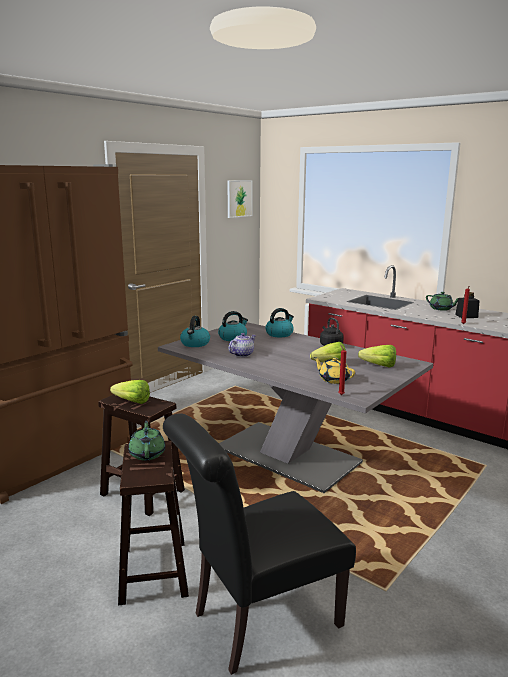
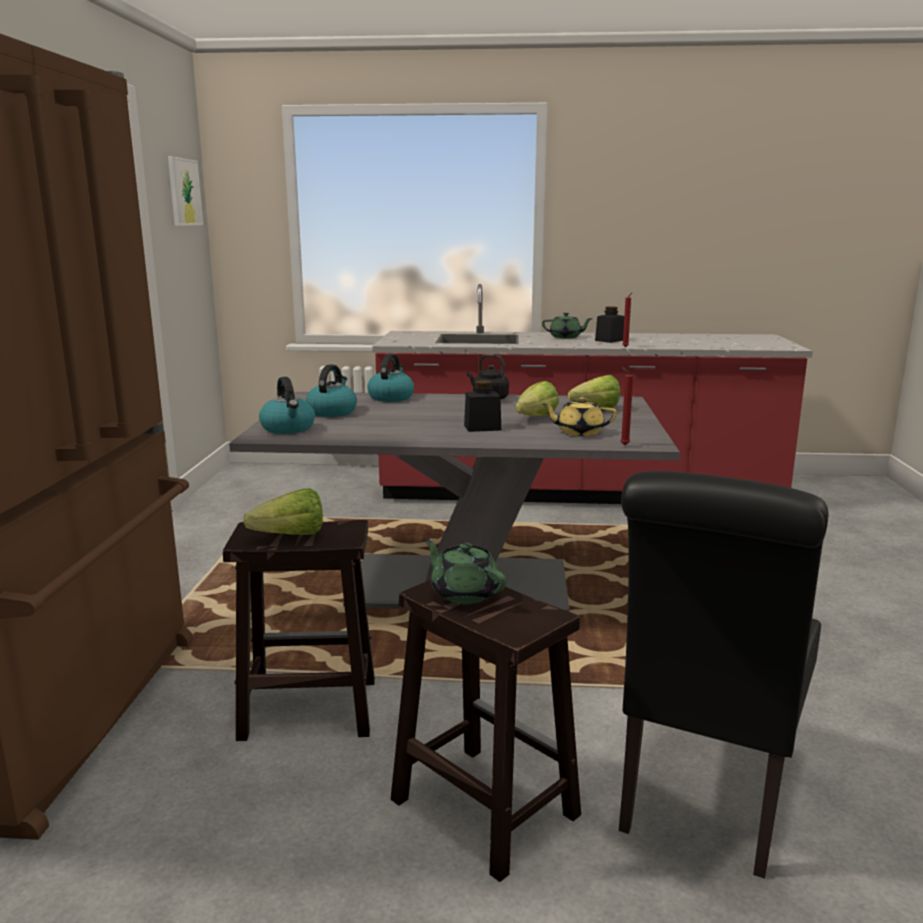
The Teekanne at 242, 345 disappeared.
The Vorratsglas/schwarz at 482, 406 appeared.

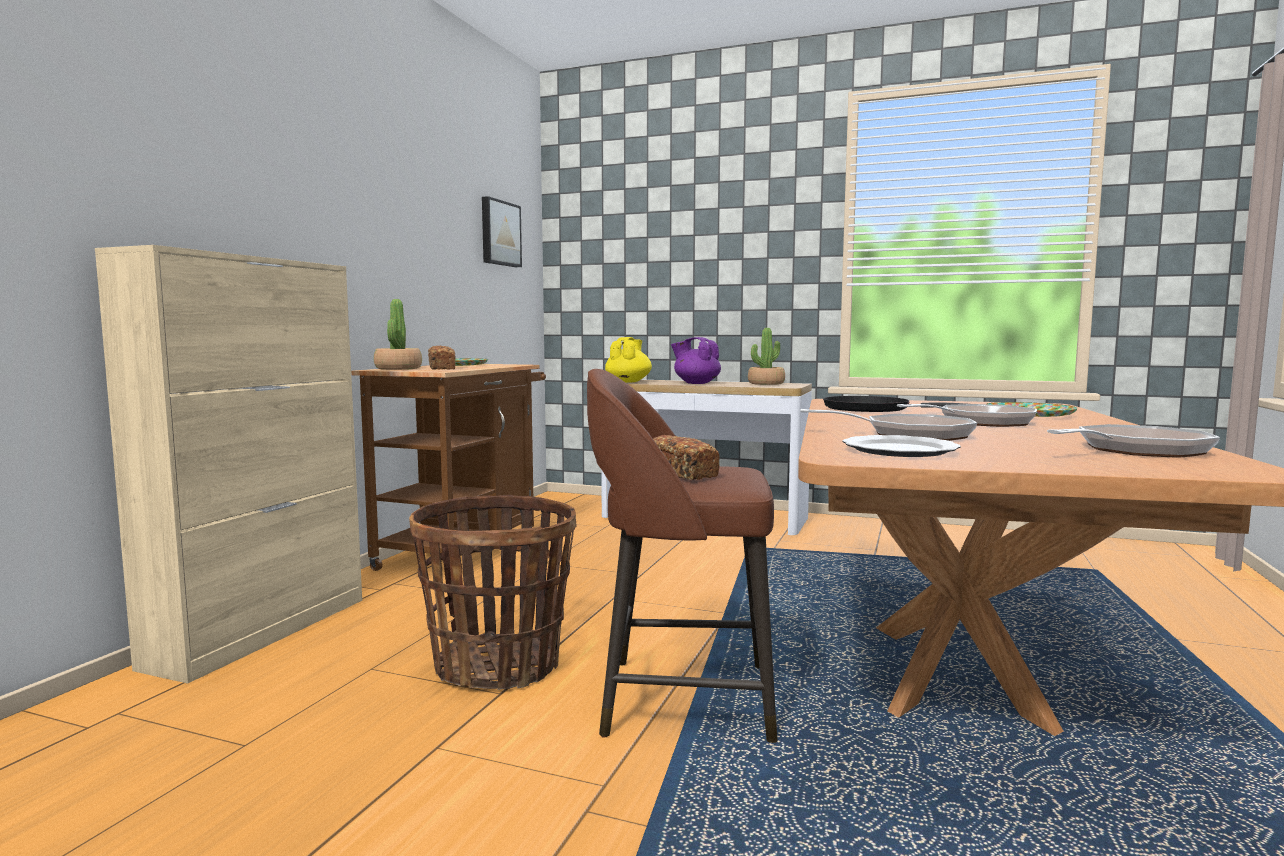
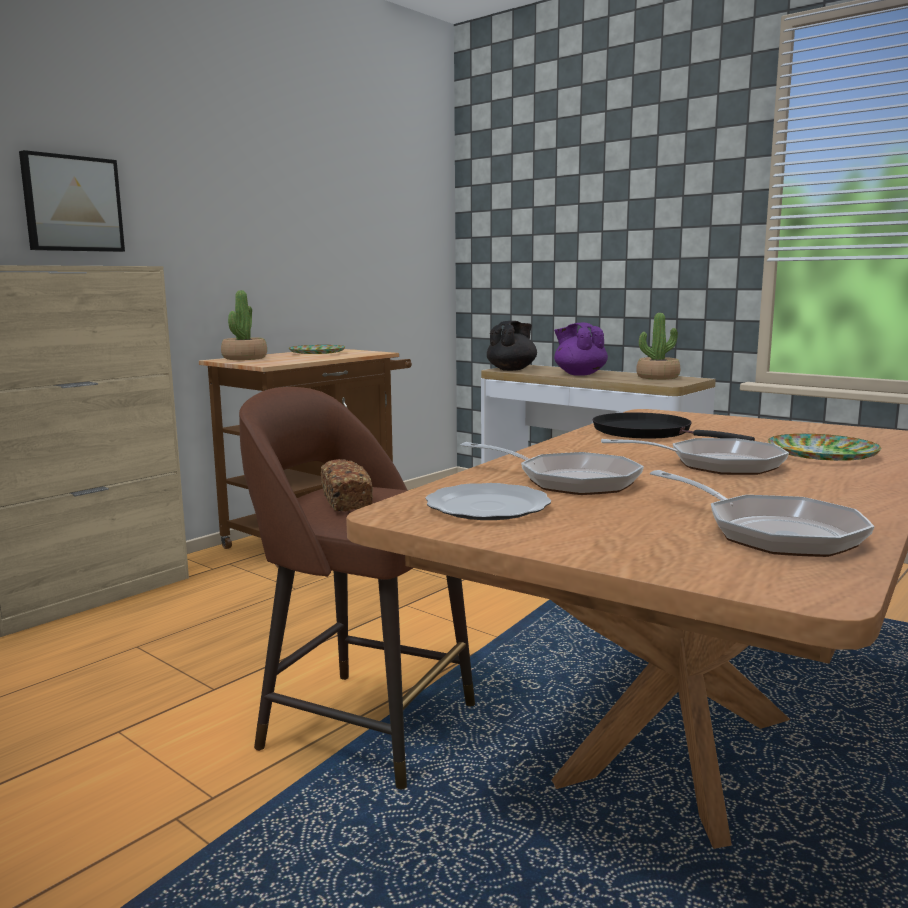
The Korb at 492, 592 disappeared.
The Brot at 442, 358 disappeared.
The Bild moved from 502, 231 to 72, 201.
The Teekanne/gelb at 628, 360 became the Teekanne/schwarz at 512, 346.
The Pfanne at 1133, 441 turned 60 degrees clockwise.

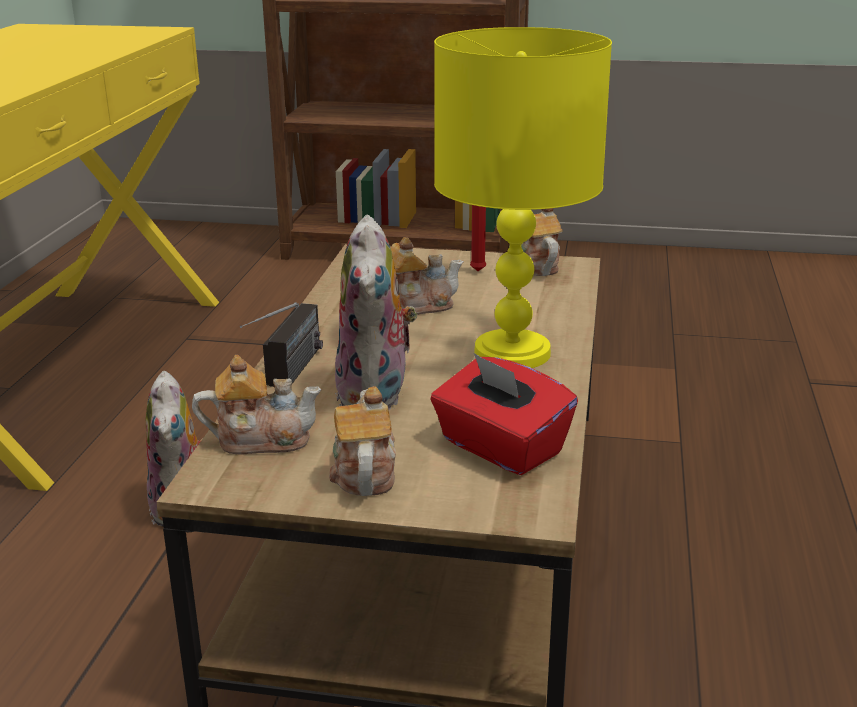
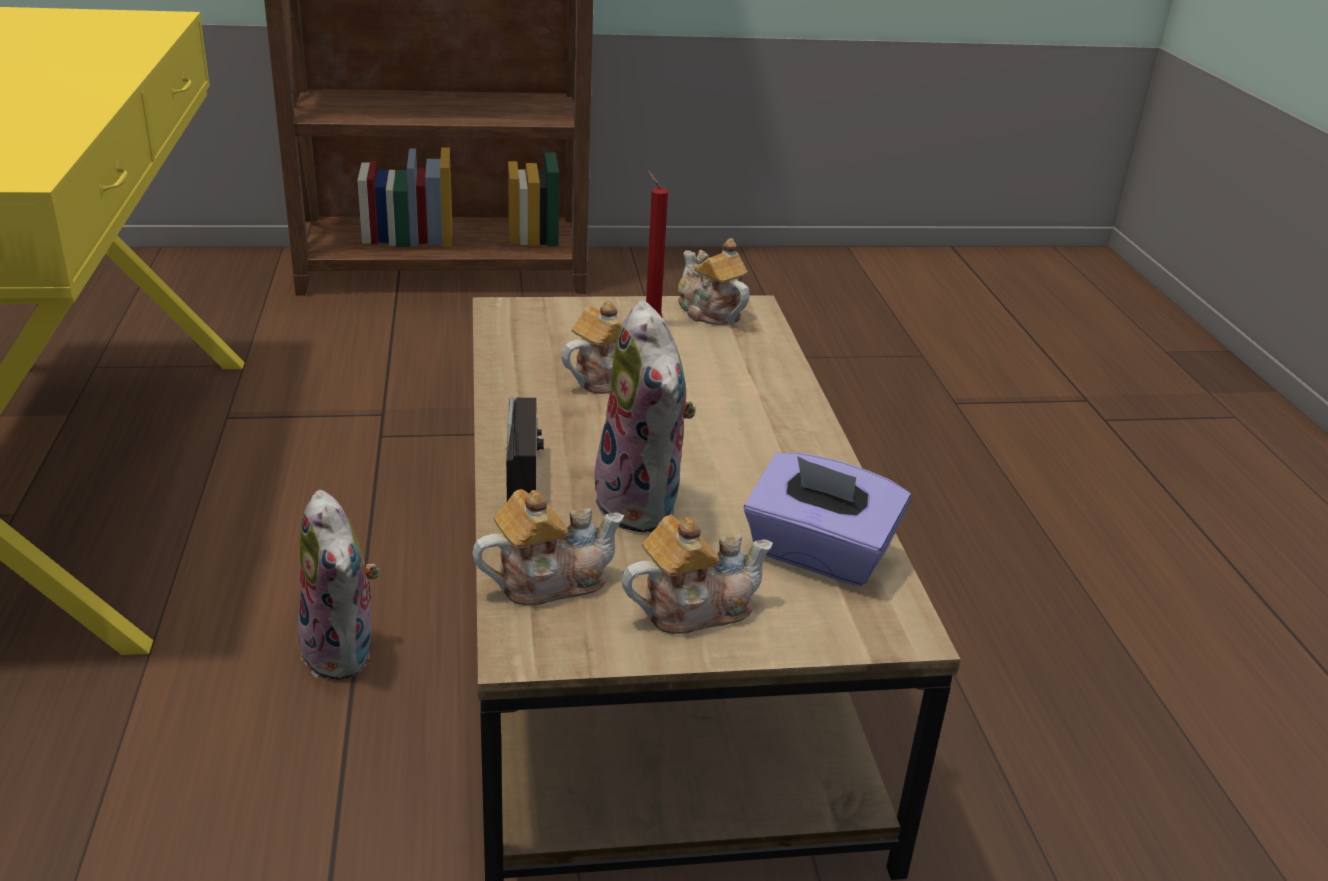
The Tischlampe/gelb at 523, 197 disappeared.
The Taschentuchbox/rot at 504, 414 became the Taschentuchbox/lila at 827, 519.
The Teekanne at 362, 441 turned 90 degrees clockwise.

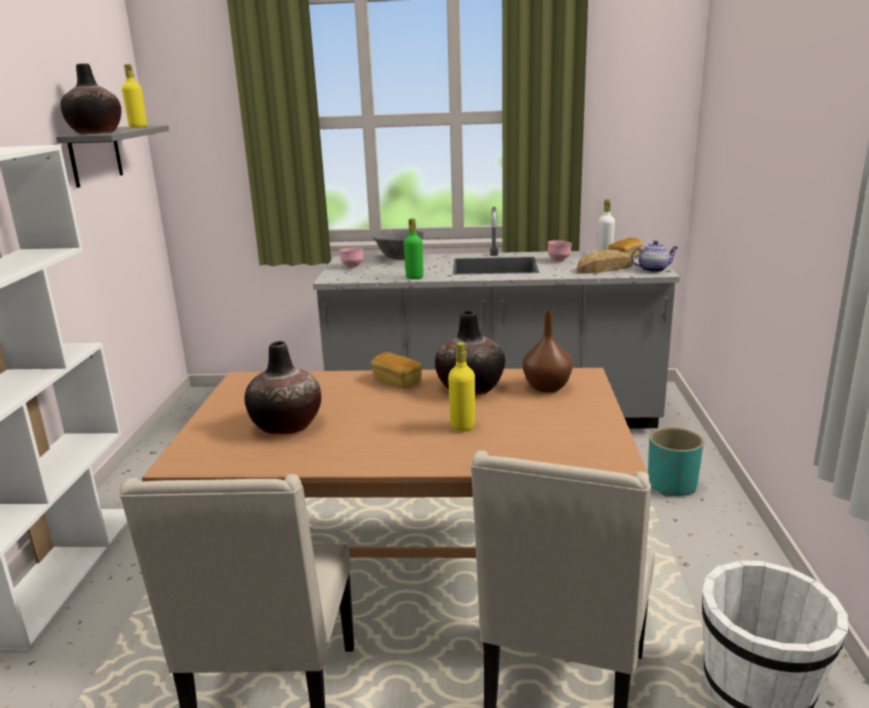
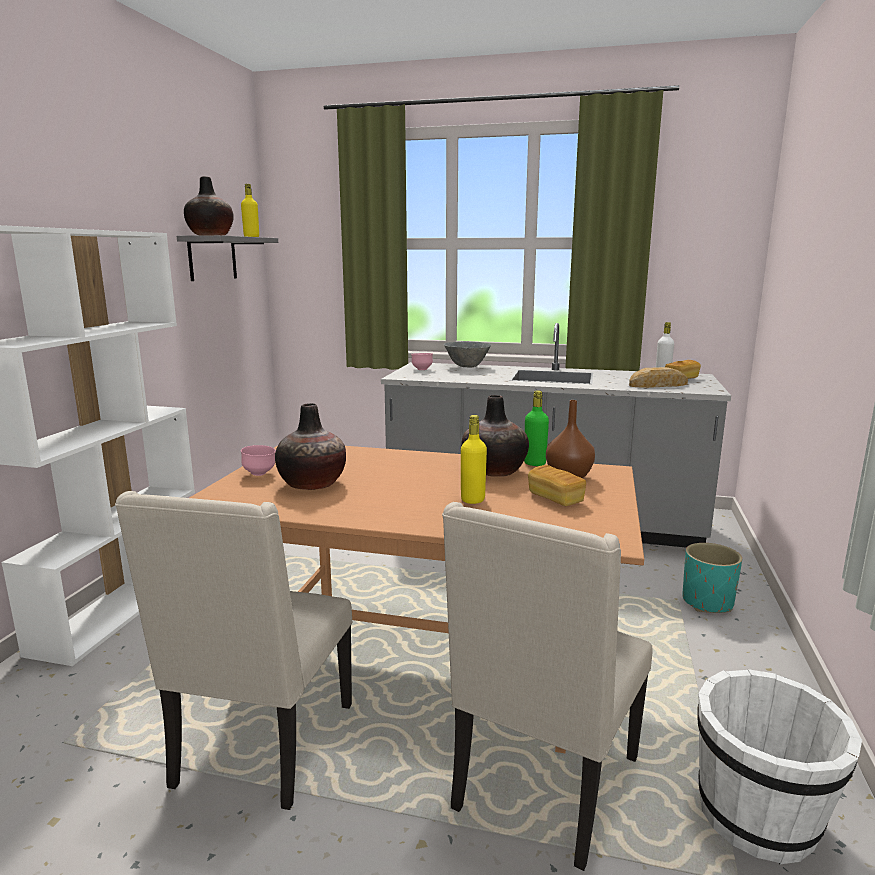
The Teekanne at 654, 256 disappeared.
The Brot moved from 396, 370 to 557, 485.
The Flasche/grün moved from 413, 249 to 536, 428.
The Schüssel/rosa moved from 559, 250 to 258, 460.

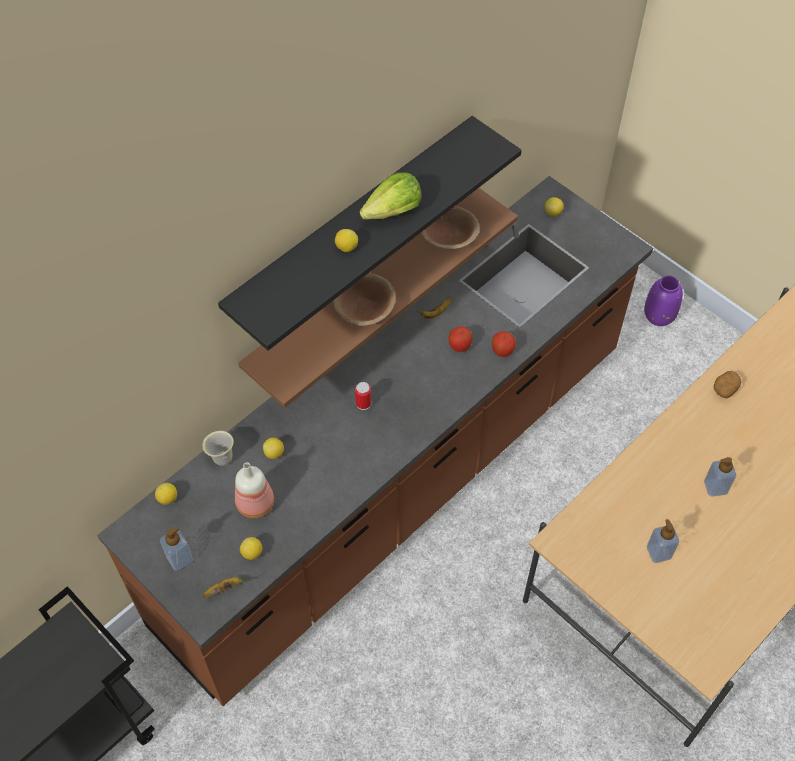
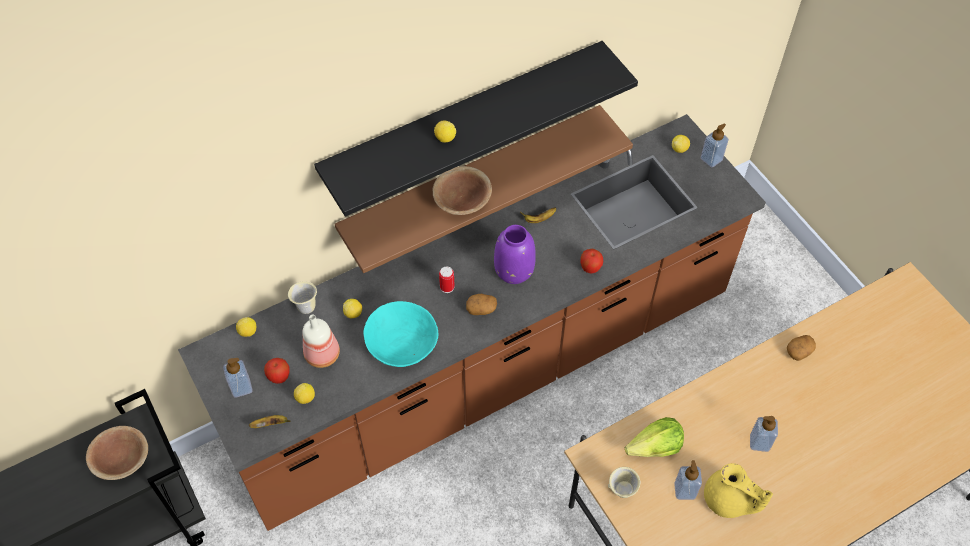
The Schüssel/türkis at 400, 334 appeared.
The Kartoffel at 481, 304 appeared.
The Henkelbecher/beige at 624, 482 appeared.
The Seifenspender at 715, 145 appeared.
The Teekanne/gelb at 738, 490 appeared.
The Salatkopf moved from 390, 196 to 654, 437.
The Schüssel/braun moved from 450, 227 to 117, 453.
The Apfel moved from 460, 339 to 276, 371.
The Vase/lila moved from 663, 300 to 515, 254.

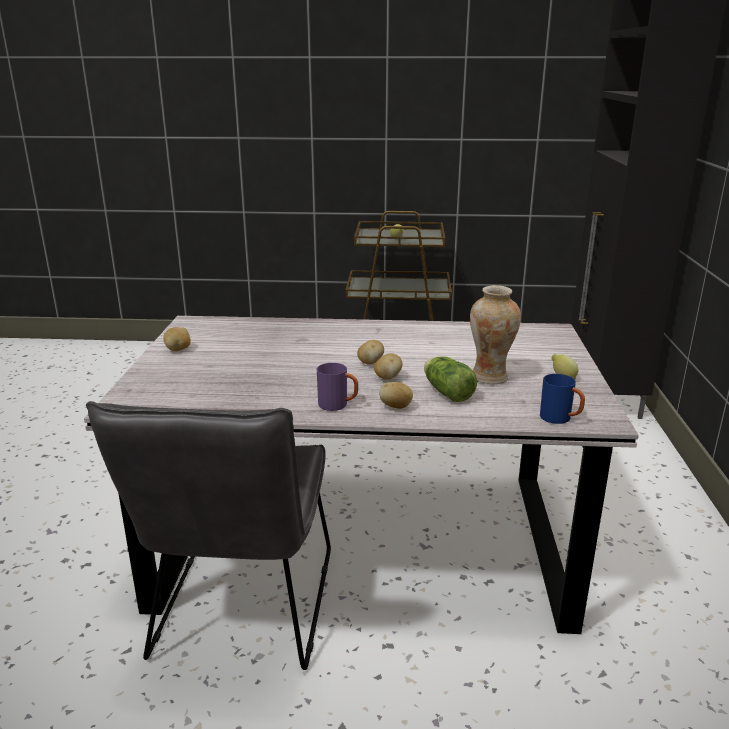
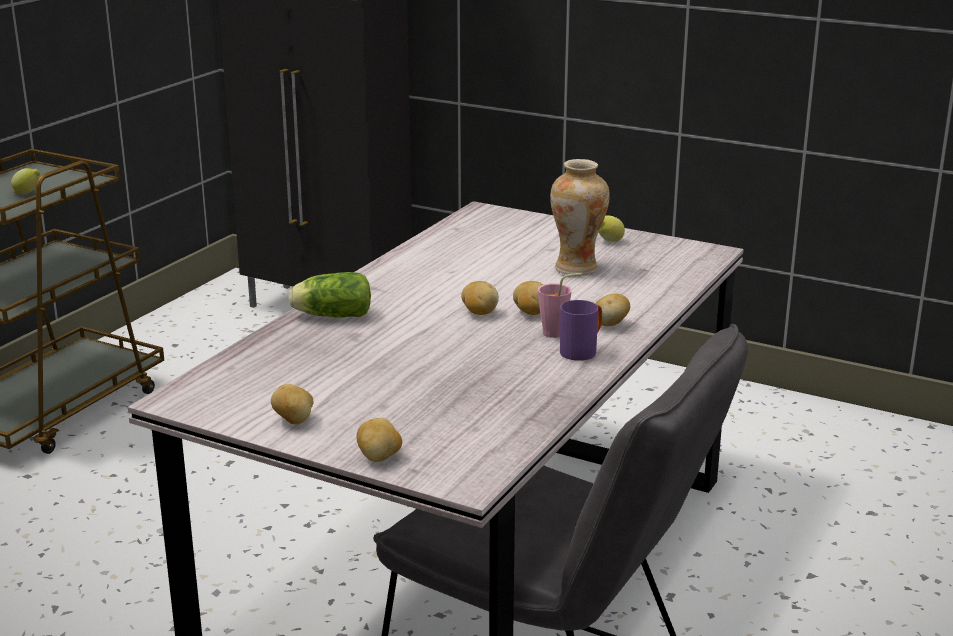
The Henkelbecher/blau at 562, 399 disappeared.
The Kartoffel at 379, 440 appeared.
The Tasse/rosa at 560, 305 appeared.
The Salatkopf moved from 450, 379 to 329, 294.

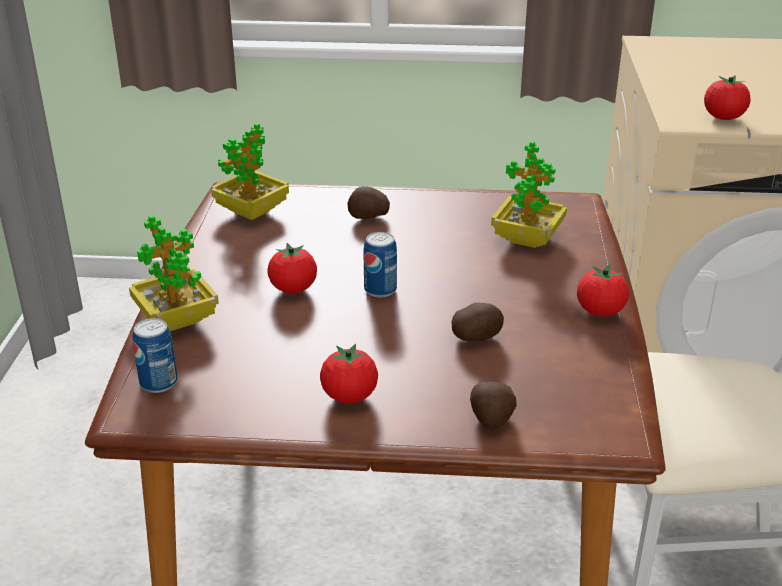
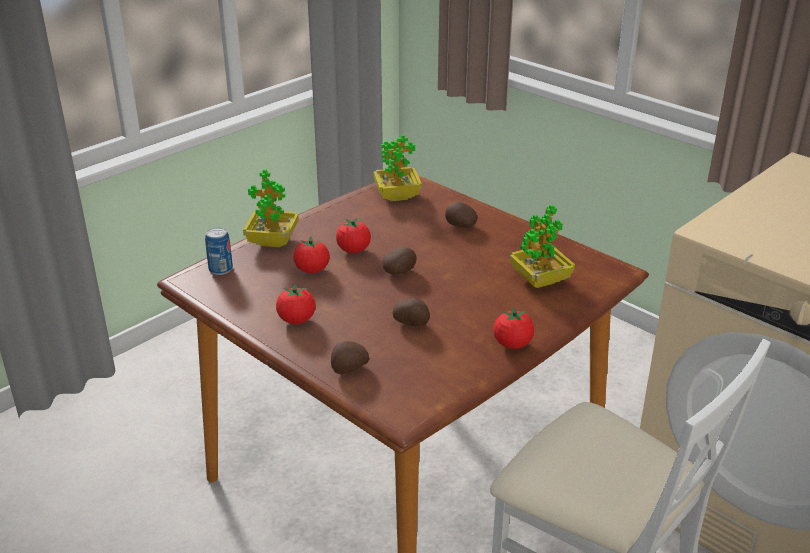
The Tomate moved from 727, 97 to 311, 254.
The Dose at 380, 264 was replaced by the Kartoffel at 399, 261.

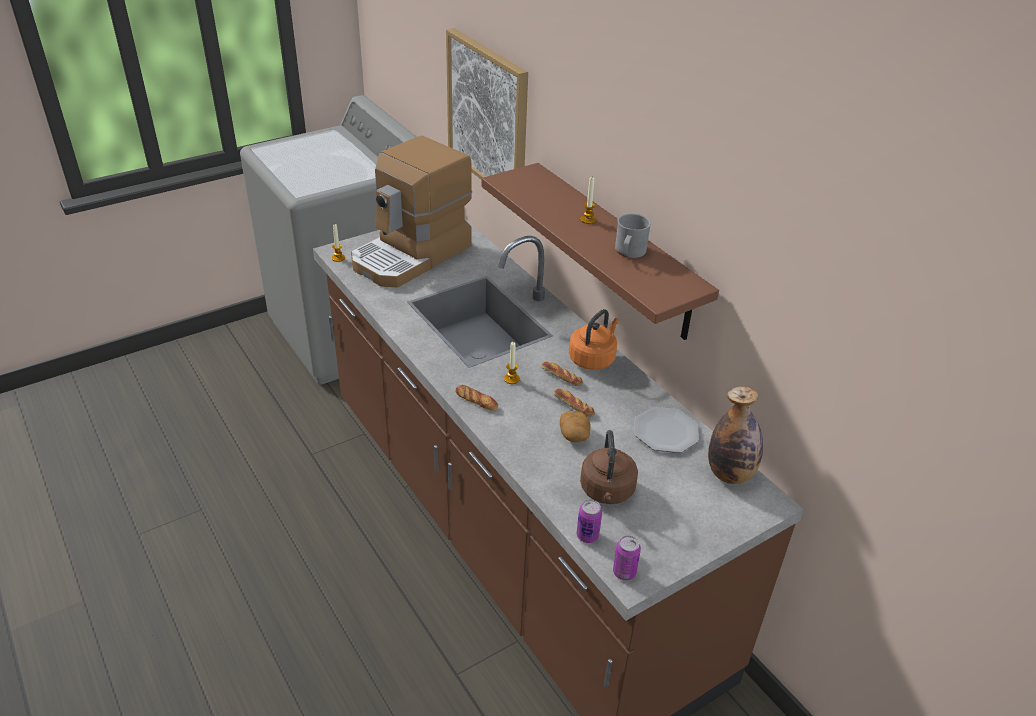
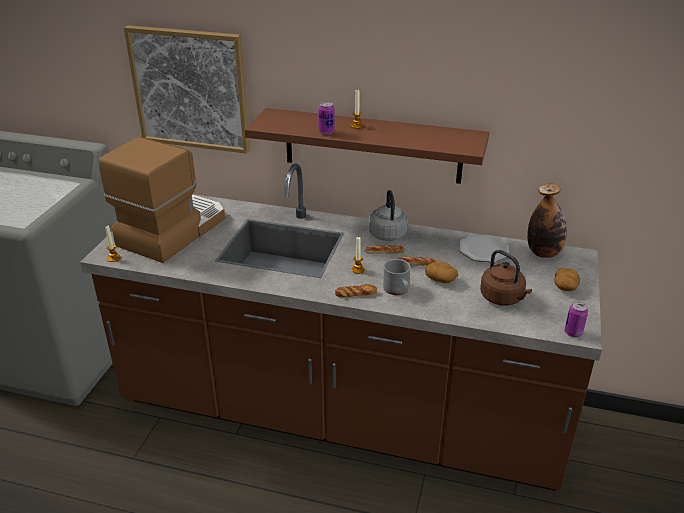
The Kartoffel at 567, 279 appeared.
The Dose moved from 589, 521 to 326, 118.
The Henkelbecher/grau moved from 633, 235 to 397, 277.
The Wasserkessel/orange at 594, 339 became the Wasserkessel/grau at 388, 215.
The Kaffeemaschine at 411, 212 turned 150 degrees counterclockwise.

